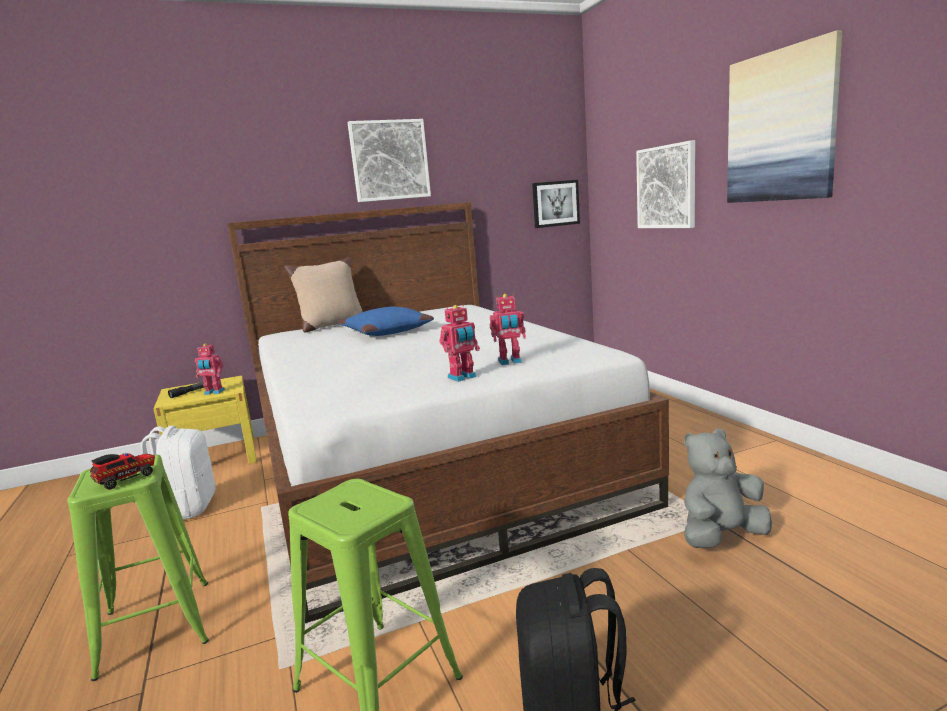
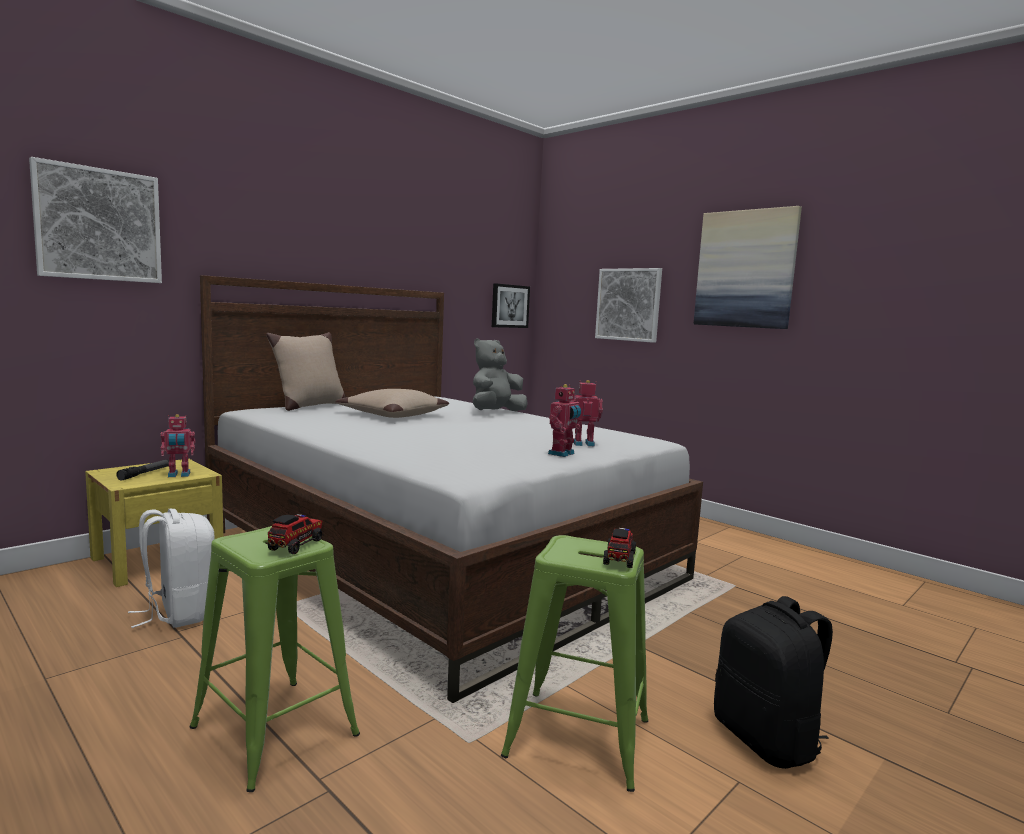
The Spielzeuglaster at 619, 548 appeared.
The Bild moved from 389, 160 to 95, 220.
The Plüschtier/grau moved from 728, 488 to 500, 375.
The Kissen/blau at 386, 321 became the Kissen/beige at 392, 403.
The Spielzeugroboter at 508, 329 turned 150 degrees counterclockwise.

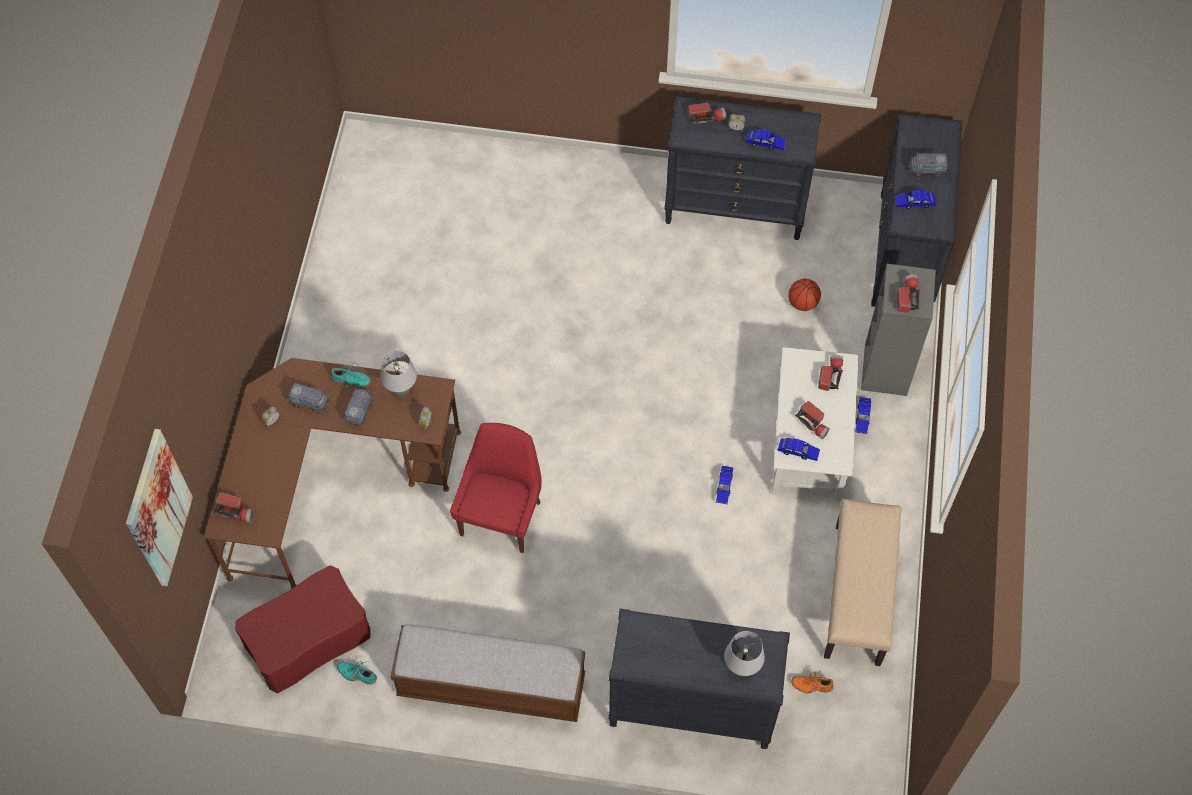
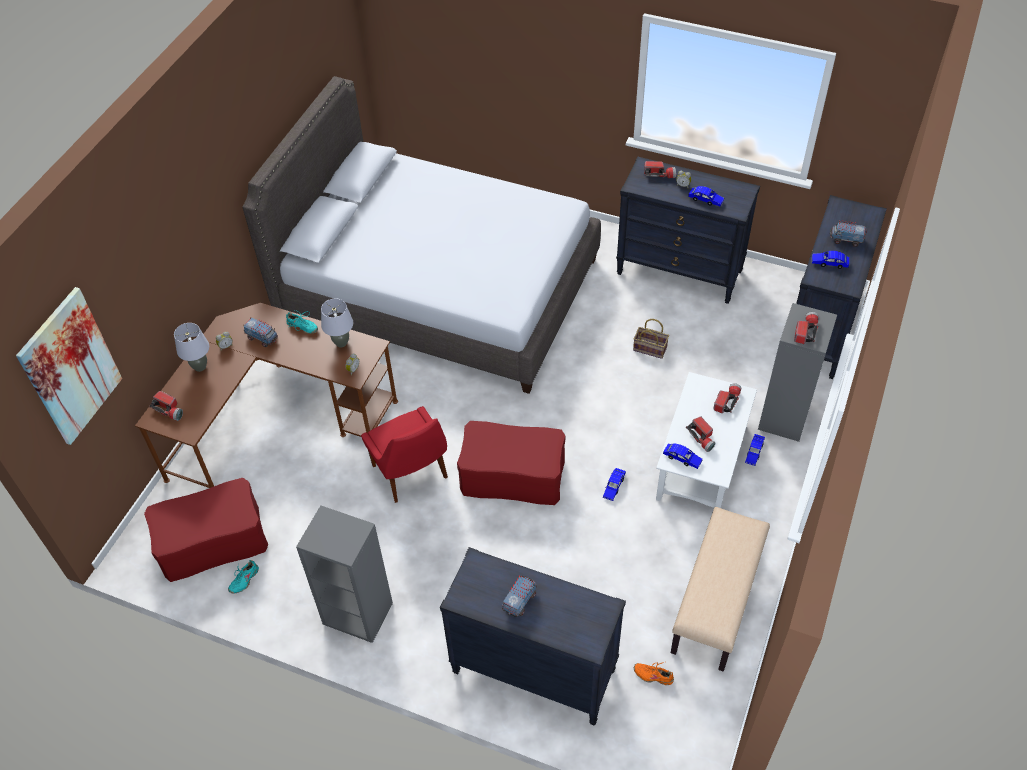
The Basketball at 804, 295 disappeared.
The Bett/grau at 421, 235 appeared.
The Polsterhocker/rot at 511, 463 appeared.
The Korb at 651, 339 appeared.
The Spielzeuglaster moved from 358, 407 to 519, 596.
The Tischlampe/grau moved from 744, 653 to 191, 347.
The Bank at 488, 673 was replaced by the Bücherregal/grau at 344, 574.
The Schuh/türkis at 357, 673 turned 90 degrees counterclockwise.
The Stuhl/rot at 496, 488 turned 120 degrees clockwise.

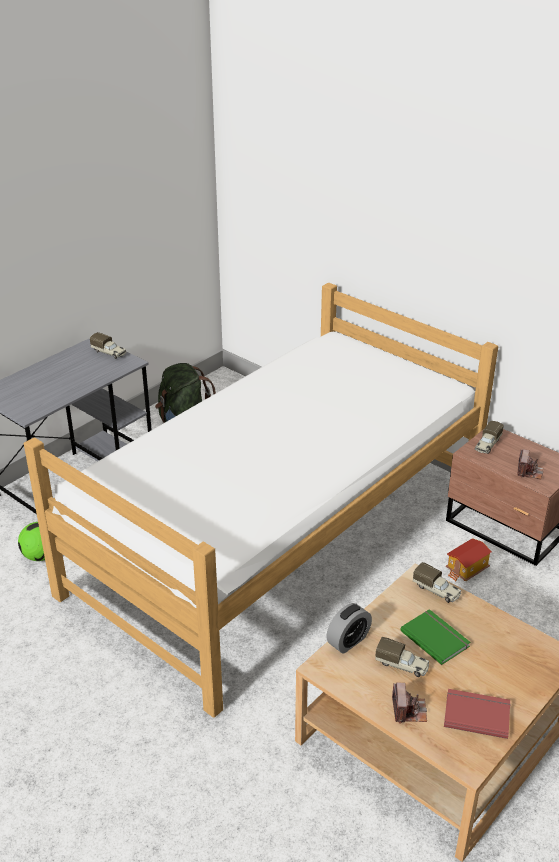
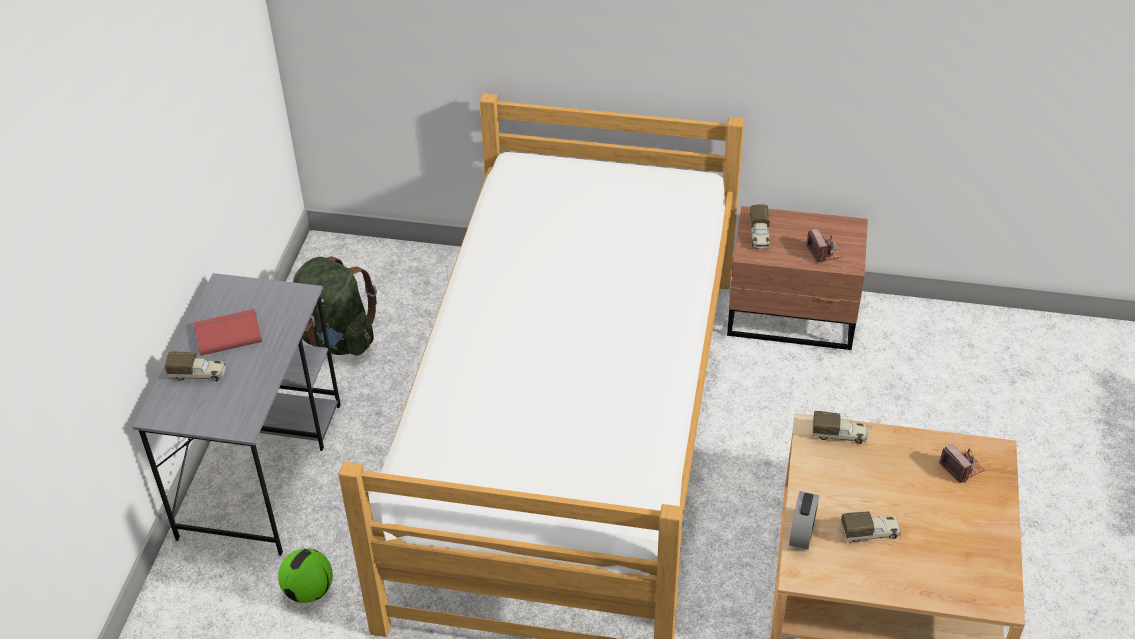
The Buch/grün at 435, 637 disappeared.
The Spielzeughaus at 469, 559 disappeared.
The Spielzeuglaster moved from 108, 345 to 195, 366.
The Kamera moved from 409, 703 to 961, 463.
The Buch/rot moved from 477, 714 to 228, 332.

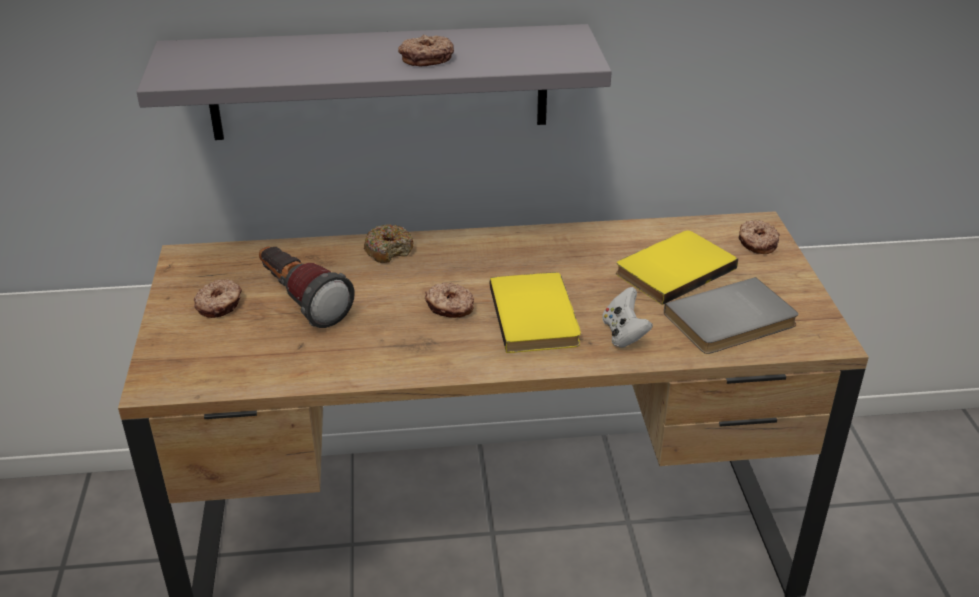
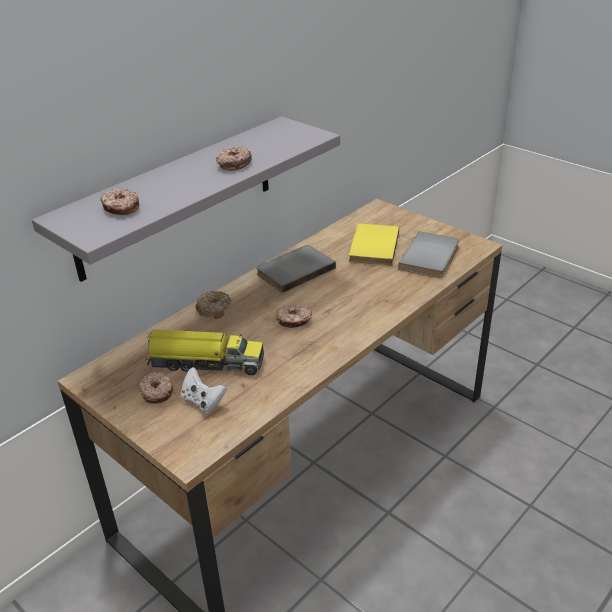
The Buch/gelb at 535, 312 disappeared.
The Buch/grau at 296, 269 appeared.
The Gamepad/weiß moved from 627, 317 to 204, 390.
The Donut moved from 759, 237 to 119, 201.
The Taschenlampe at 307, 287 was replaced by the Spielzeuglaster at 205, 352.

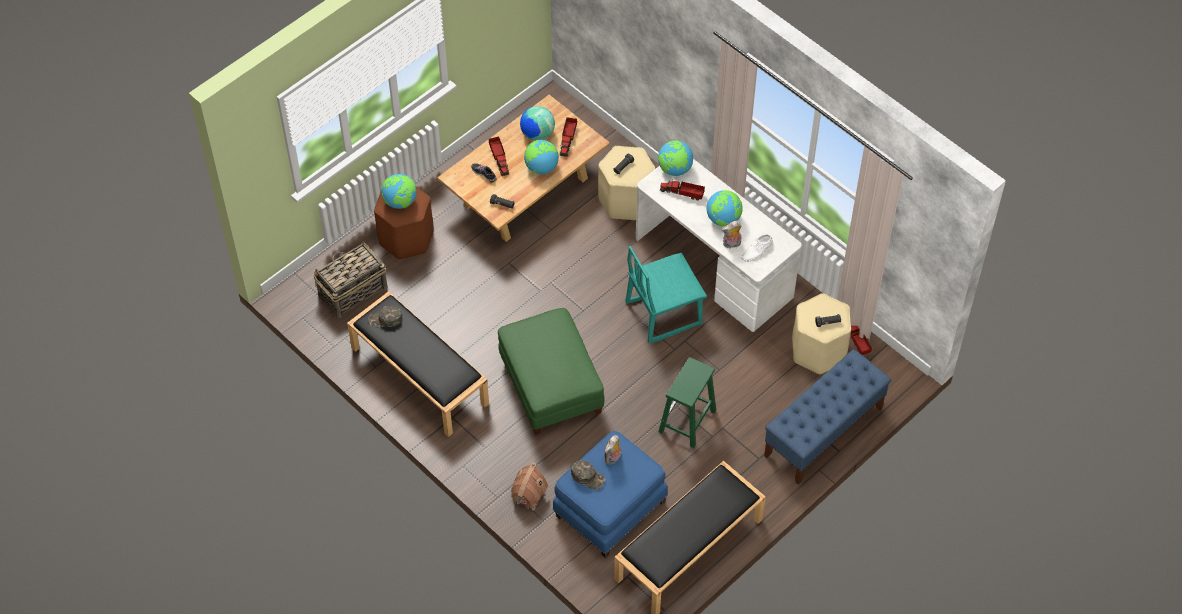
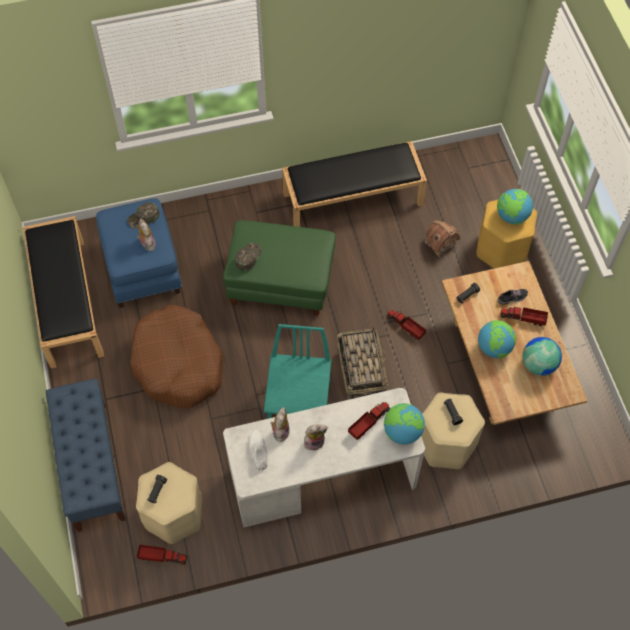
The Korb moved from 350, 279 to 363, 363.
The Kappe/grün moved from 385, 316 to 248, 257.
The Spielzeughaus moved from 529, 486 to 442, 238.
The Spielzeuglaster moved from 568, 137 to 406, 325.
The Hocker/grün at 687, 402 was replaced by the Hundebett/braun at 176, 356.
The Globus at 724, 208 was replaced by the Plüschtier at 316, 437.
The Hocker/braun at 403, 222 became the Hocker/gelb at 506, 234.

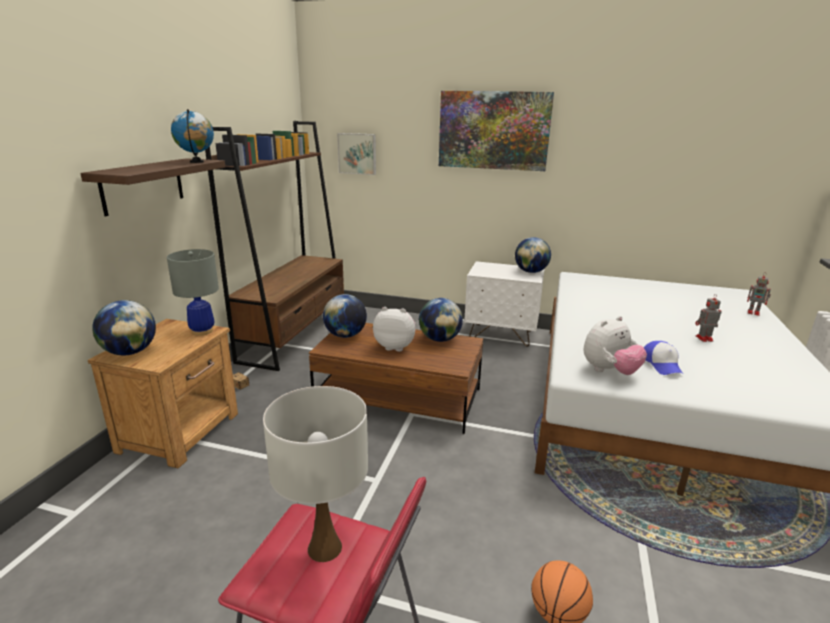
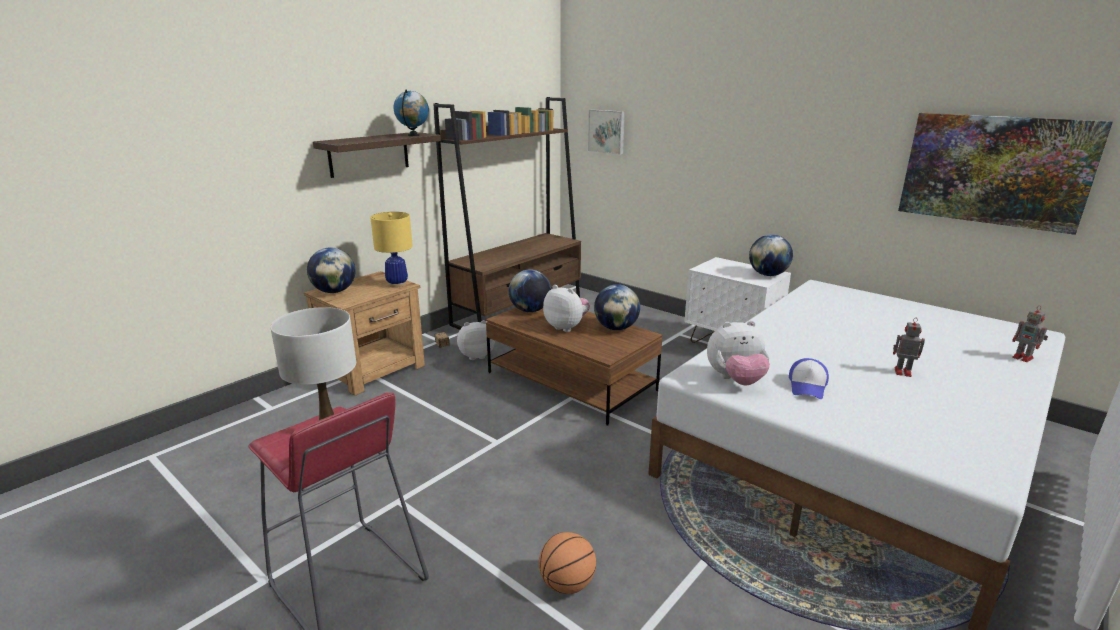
The Plüschtier at 476, 340 appeared.
The Bild moved from 496, 131 to 1005, 174.
The Tischlampe/grau at 193, 292 became the Tischlampe/gelb at 391, 250.

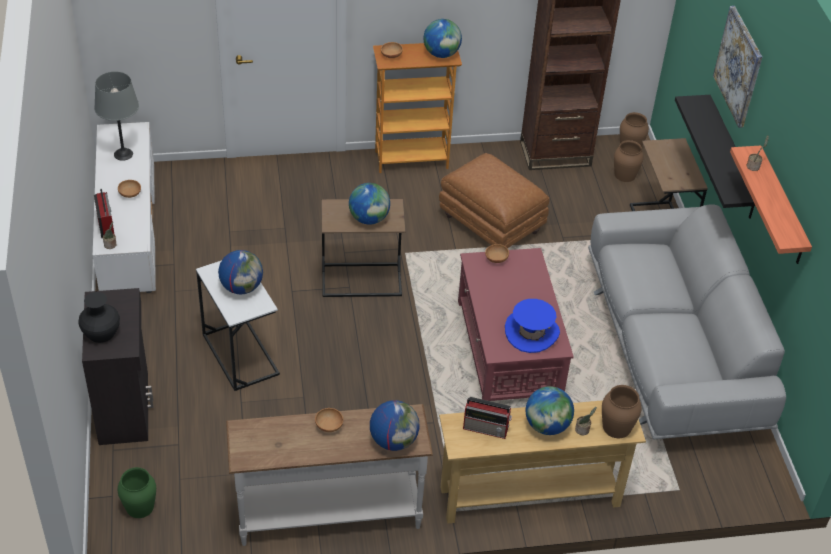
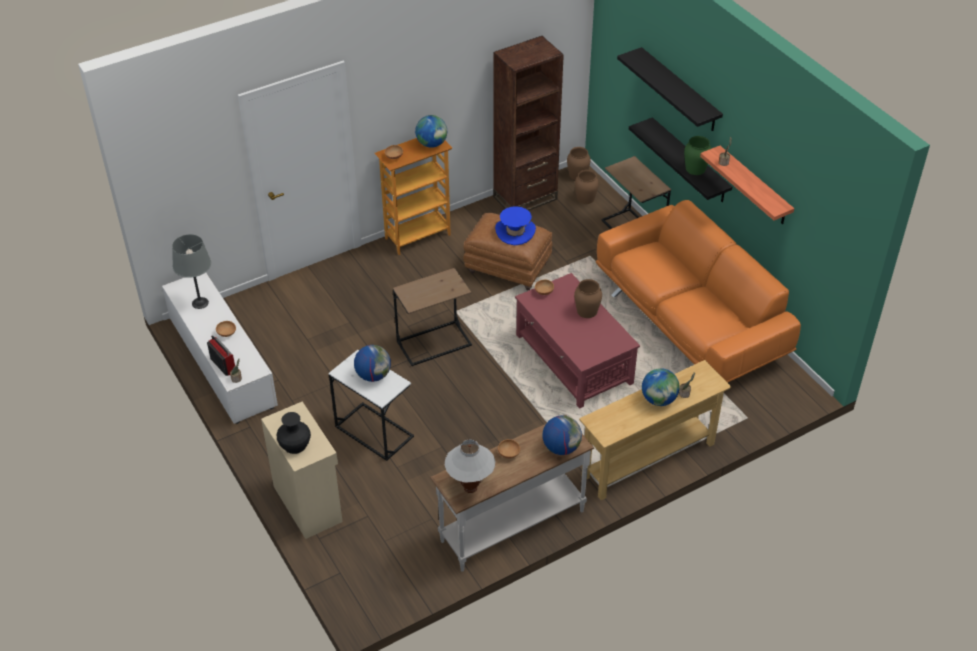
The Globus at 369, 204 disappeared.
The Radio at 487, 418 disappeared.
The Tischlampe/weiß at 470, 466 appeared.
The Vase/grün moved from 137, 492 to 697, 155.
The Hut/blau moved from 532, 326 to 515, 225.
The Vase/braun moved from 622, 411 to 588, 298.
The Bild at 737, 67 was replaced by the Wandregal/schwarz at 670, 89.
The Schrank/schwarz at 117, 366 became the Schrank/beige at 302, 470.
The Sofa/grau at 687, 322 became the Sofa/orange at 698, 291.

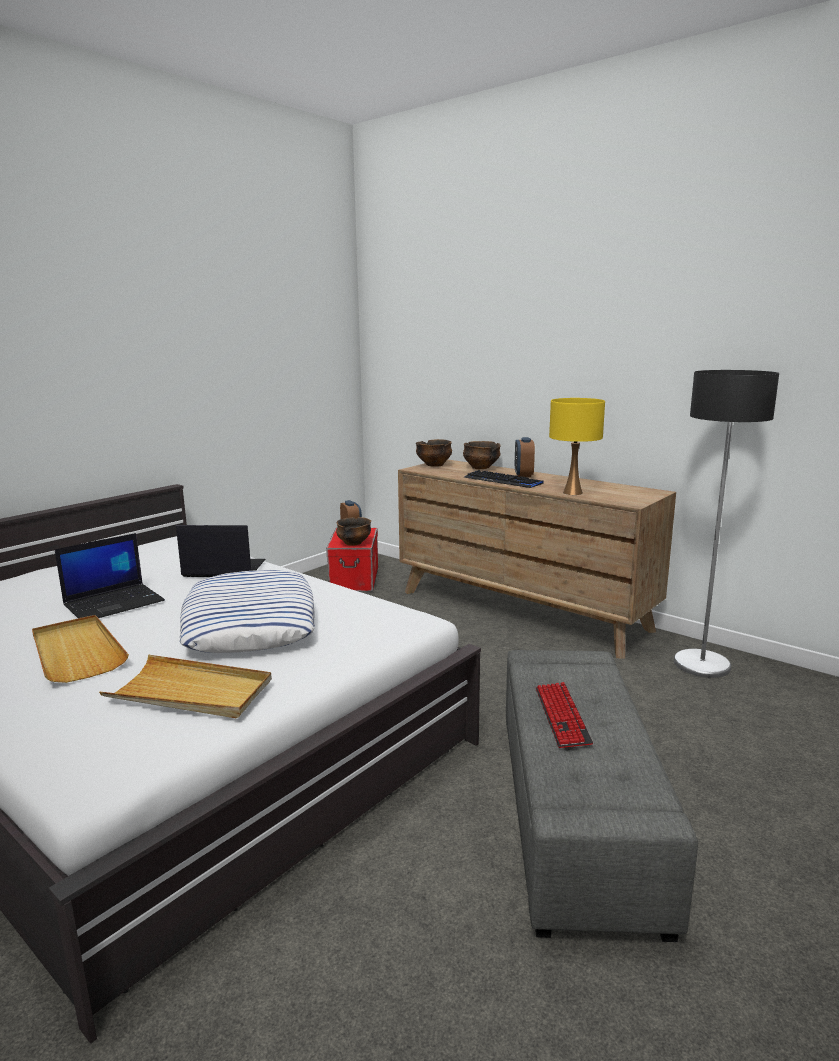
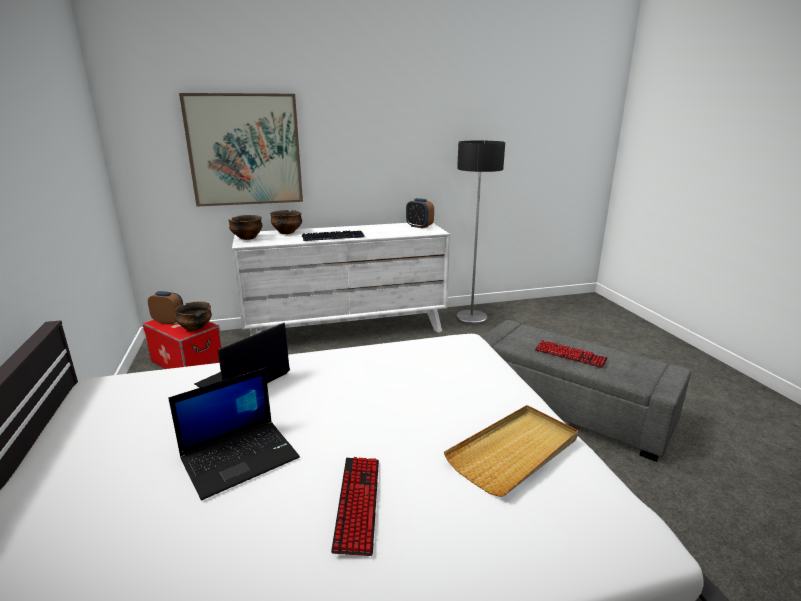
The Kissen at 247, 611 disappeared.
The Tischlampe/gelb at 577, 446 disappeared.
The Bild at 241, 150 appeared.
The Wecker moved from 525, 457 to 420, 213.
The Tablett/beige at 80, 649 was replaced by the Tastatur at 355, 506.
The Kommode/braun at 537, 559 became the Kommode/weiß at 341, 279.
The Laptop at 110, 575 turned 60 degrees clockwise.

